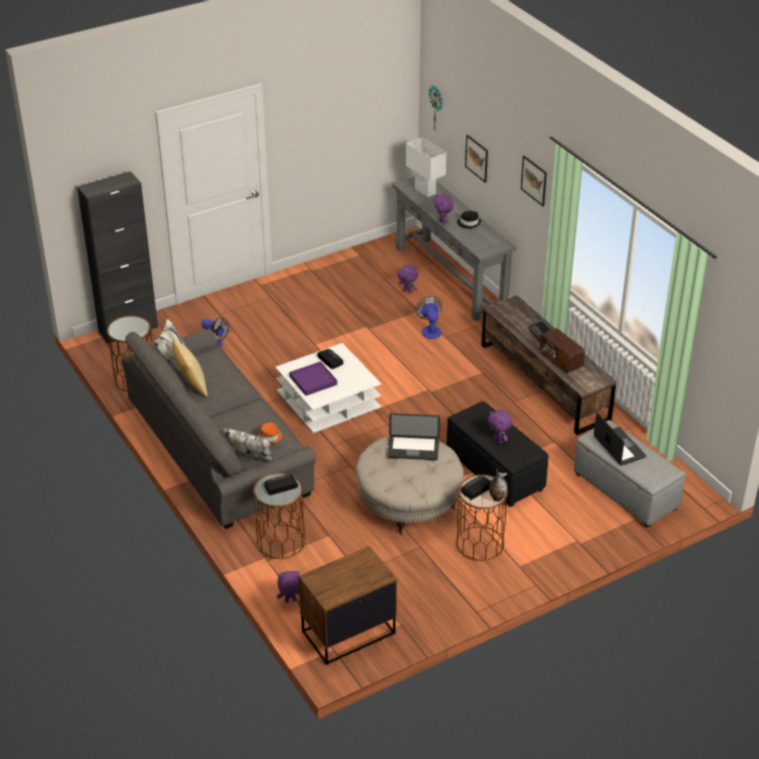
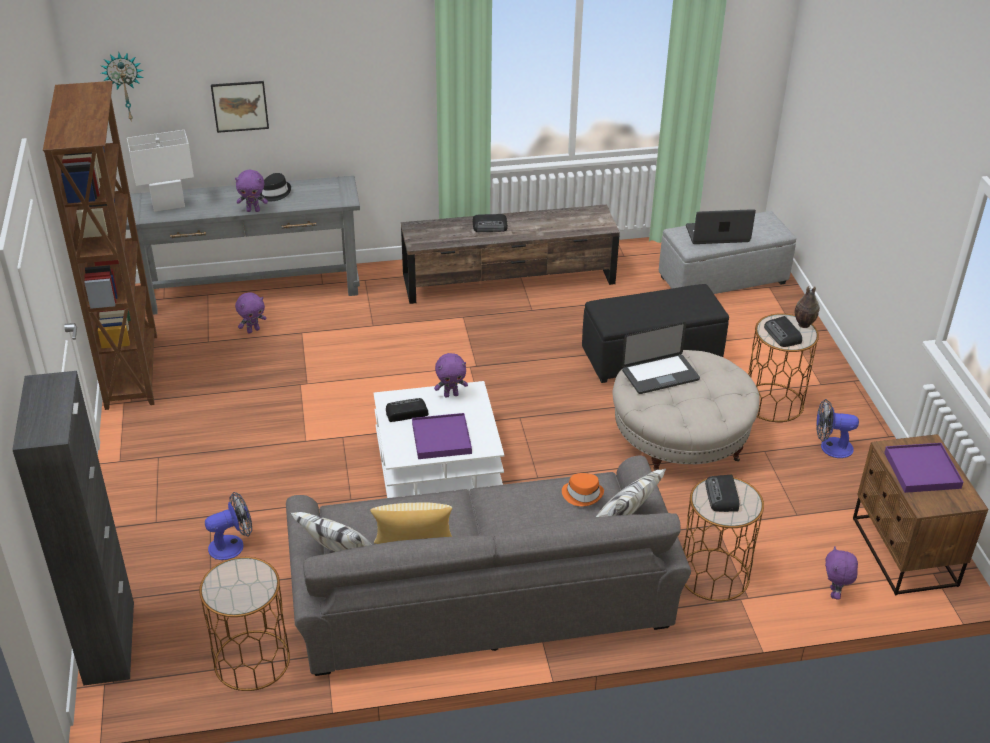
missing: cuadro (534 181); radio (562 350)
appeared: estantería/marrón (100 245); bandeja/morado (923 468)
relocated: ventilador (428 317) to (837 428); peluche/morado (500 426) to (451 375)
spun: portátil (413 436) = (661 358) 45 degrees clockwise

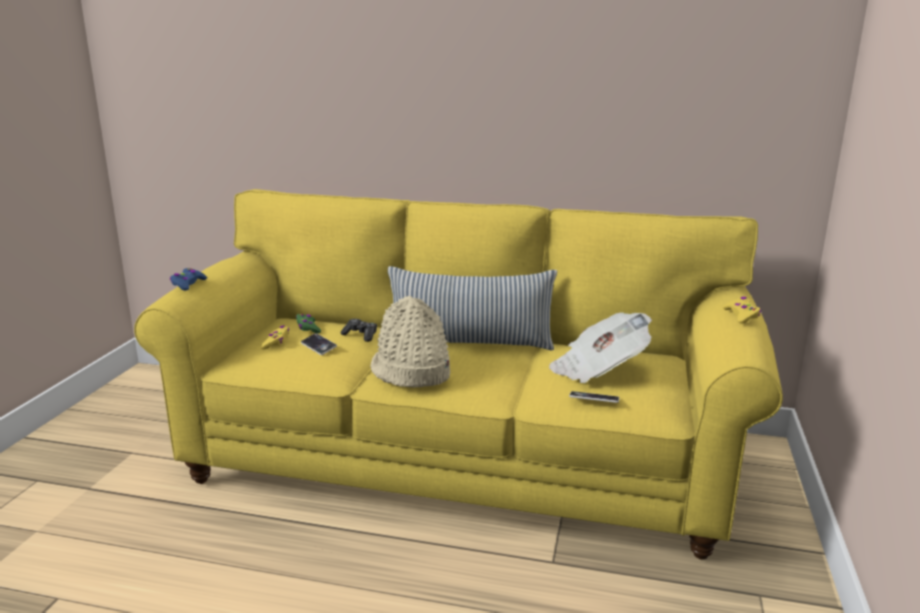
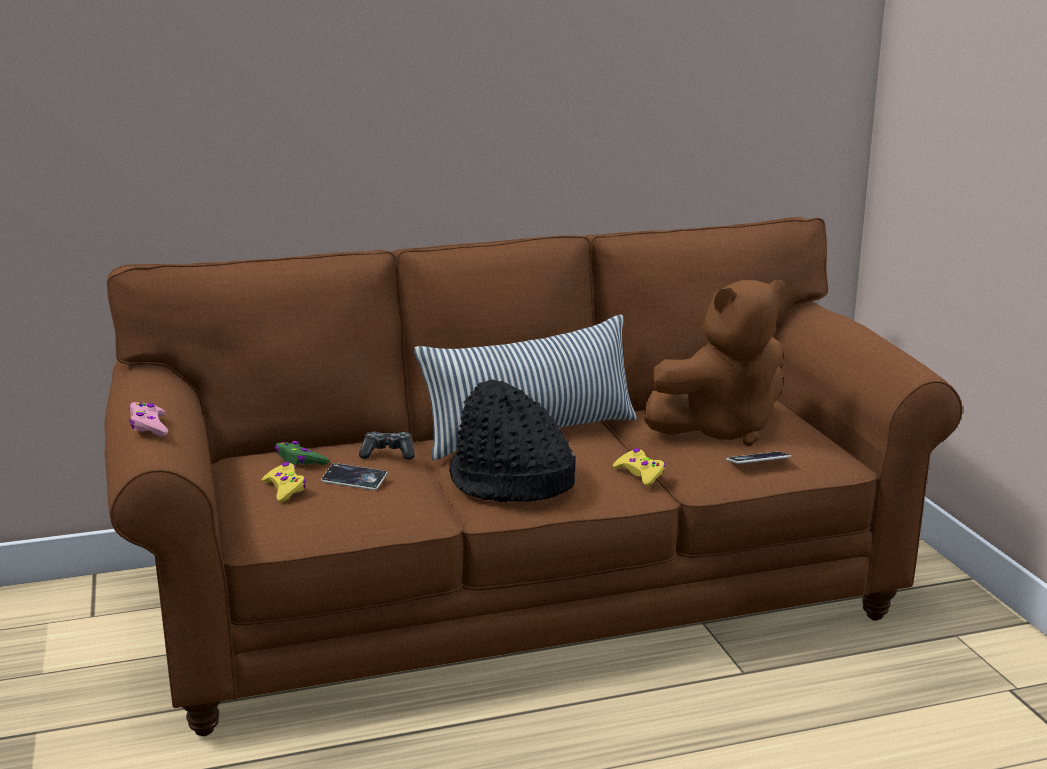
relocated: mando de consola/amarillo (742 310) to (639 467)
exchanged: periódico (600 347) to peluche/marrón (714 363)
colour: sofá/amarillo (458 374) to sofá/marrón (533 476); mando de consola/azul (188 279) to mando de consola/rosa (148 419); sombrero/beis (410 341) to sombrero/negro (512 441)

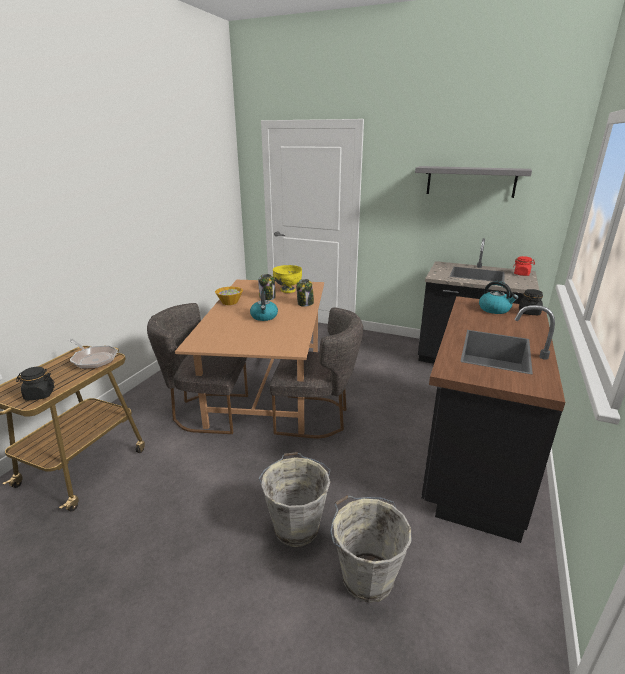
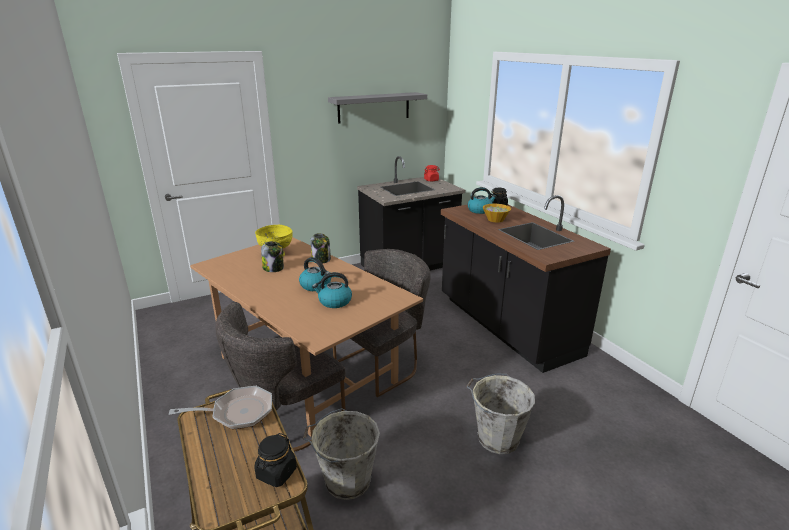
appeared: hervidor (332 290)
relocated: cuenco (229 296) to (497 213); cubo/gris (371 549) to (341 454)

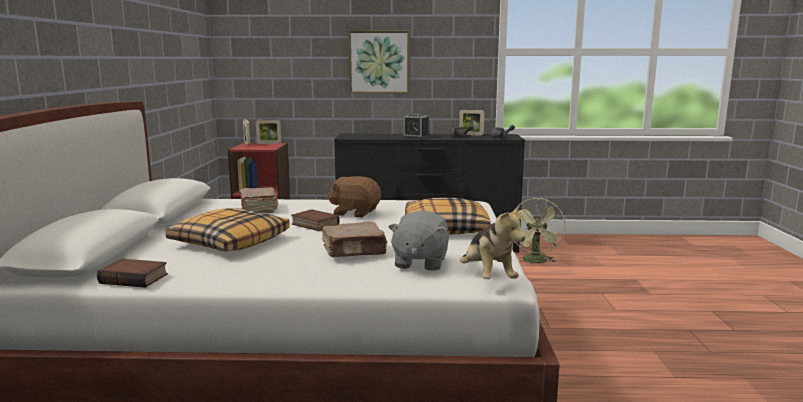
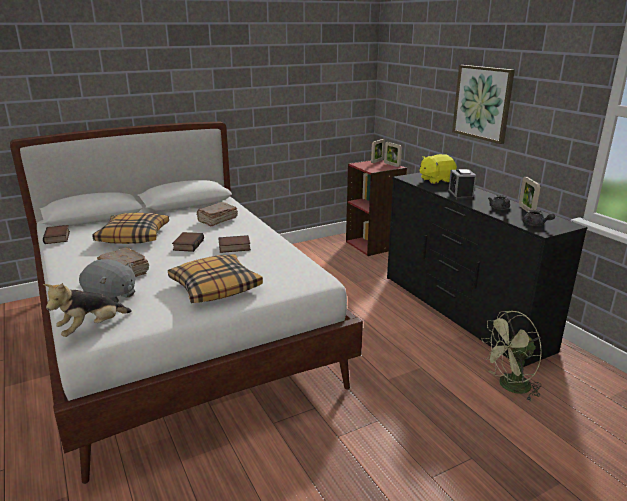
appeared: peluche/amarillo (438 169)
exchanged: peluche/marrón (354 197) to libro (235 244)
spun: peluche/gris (418 240) = (107 281) 135 degrees counterclockwise

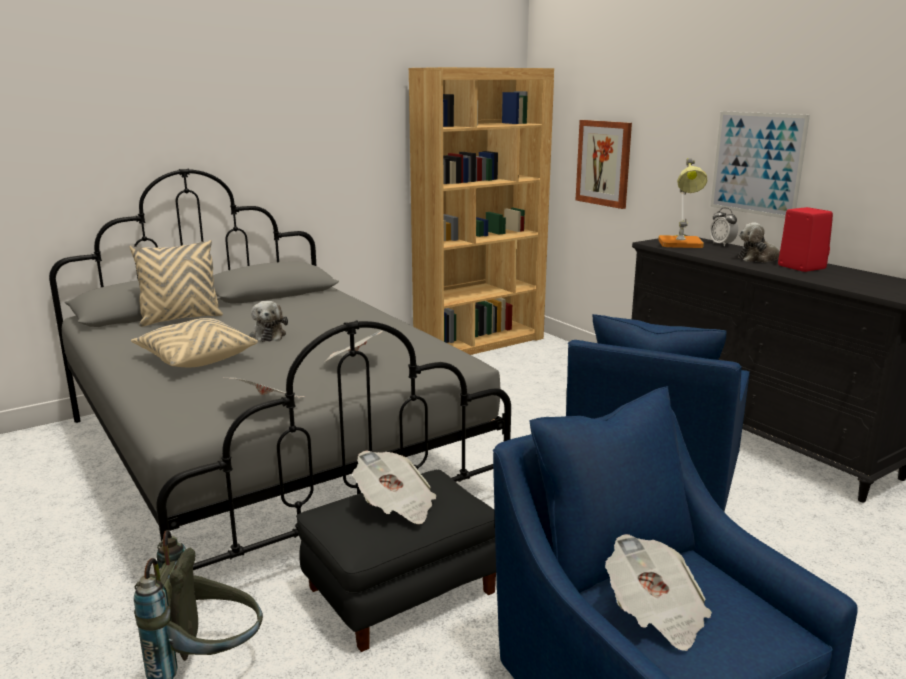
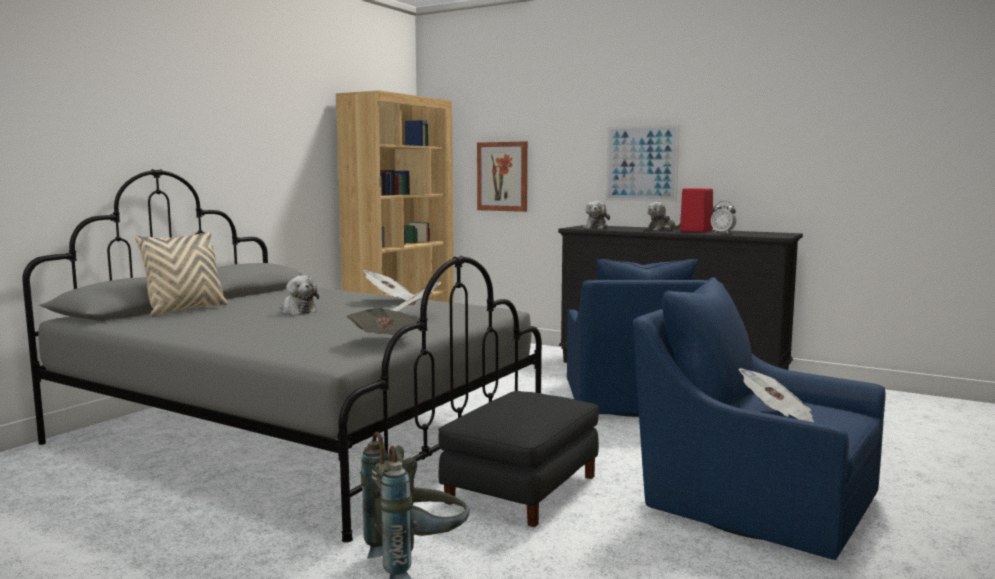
missing: cojín/beis (194 342)
relocated: despertador (724 226) to (724 217); periódico (394 487) to (388 285)
exchanged: lámpara de mesa (682 203) to peluche (596 215)

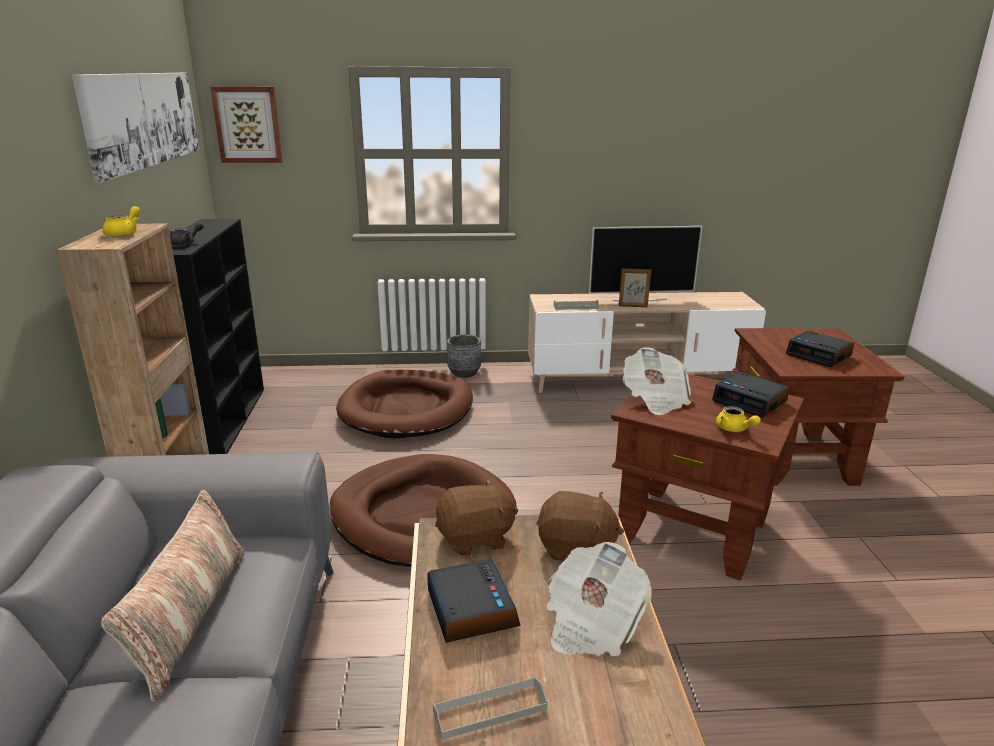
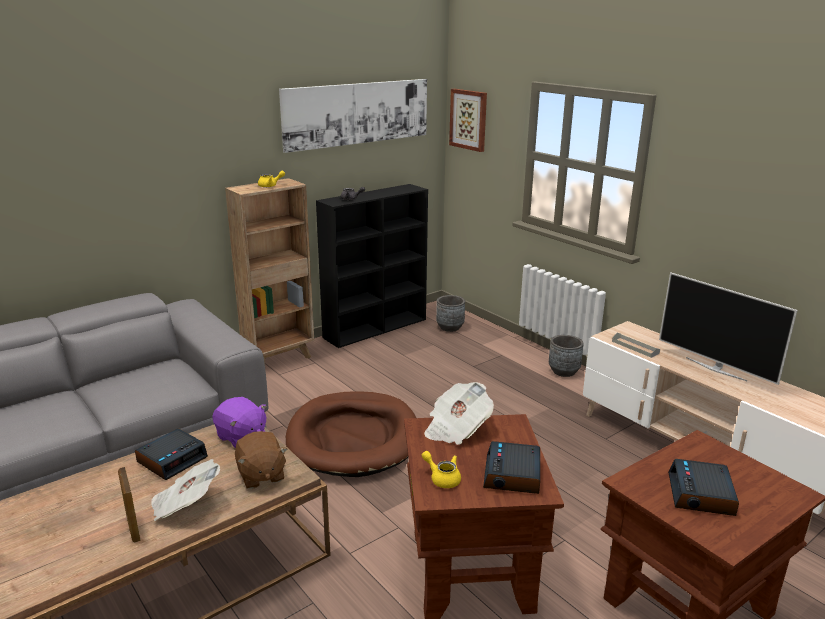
missing: cama para perro/marrón (404 404); cojín (172 595); bandeja/gris (490 708)
appeared: maceta/gris (450 313)
relocated: portarretratos (635 287) to (129 505)
colour: peluche/marrón (476 517) to peluche/morado (239 422)
spun: tetera/amarillo (738 419) = (441 469) 105 degrees clockwise

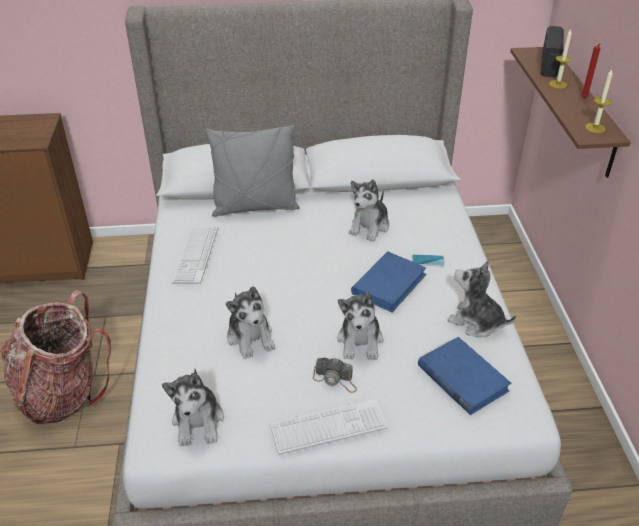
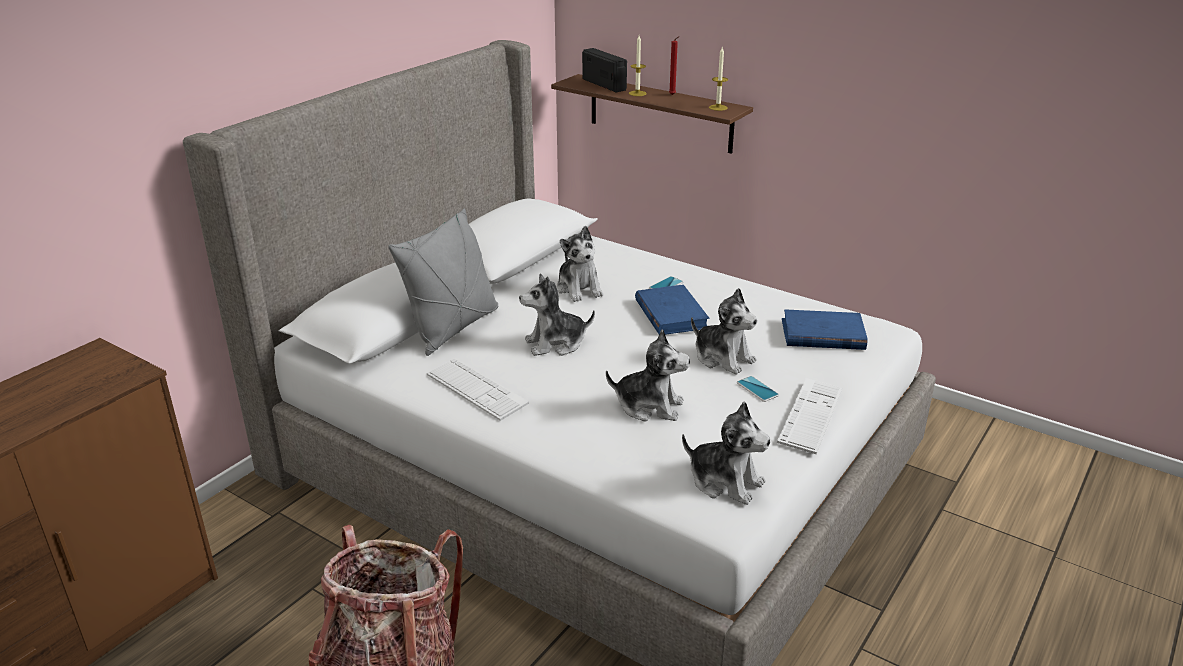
relocated: peluche (482 299) to (557 314)
exchanged: cámara (335 375) to móvil (758 389)

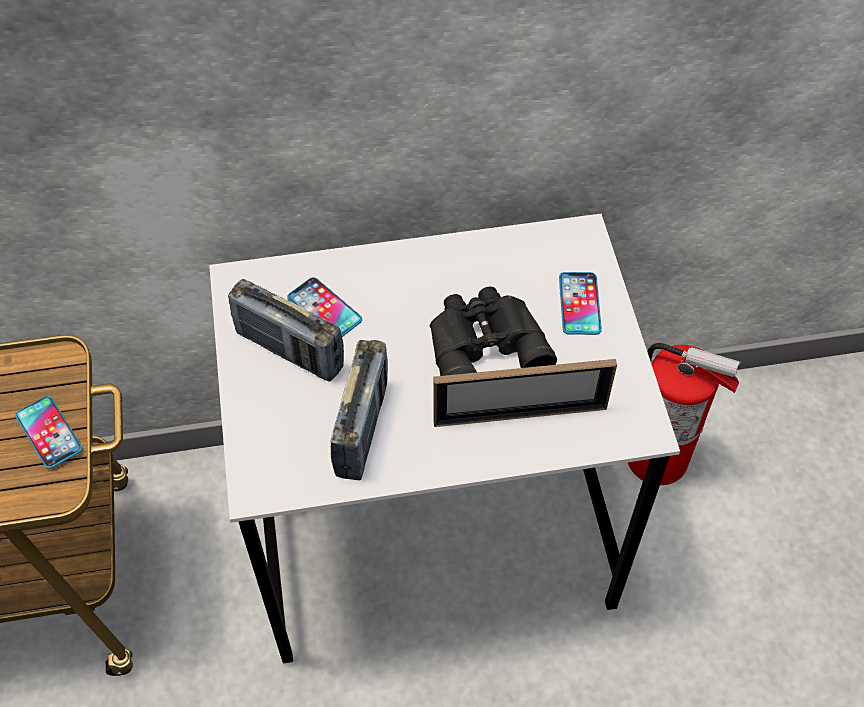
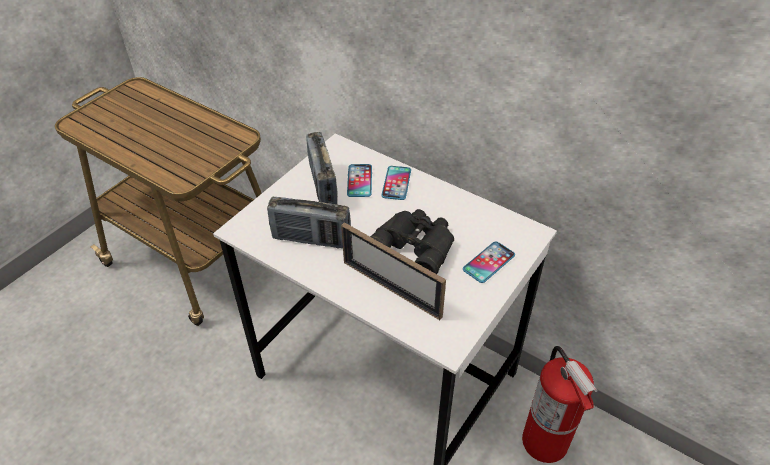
relocated: móvil (49 432) to (396 183)
spun: radio (359 410) = (309 223) 45 degrees clockwise

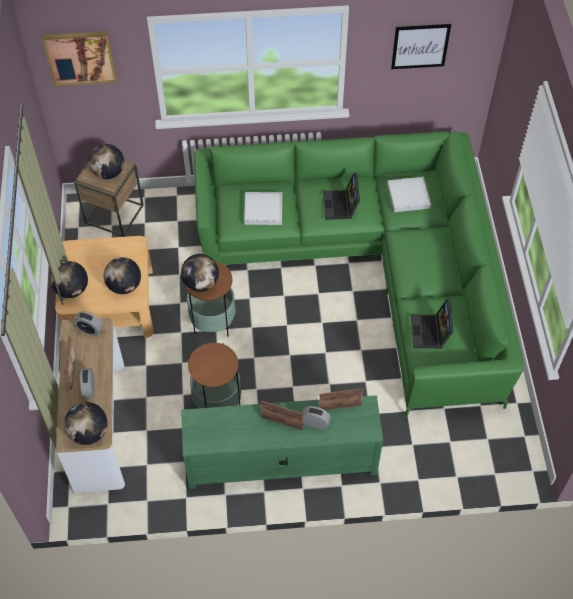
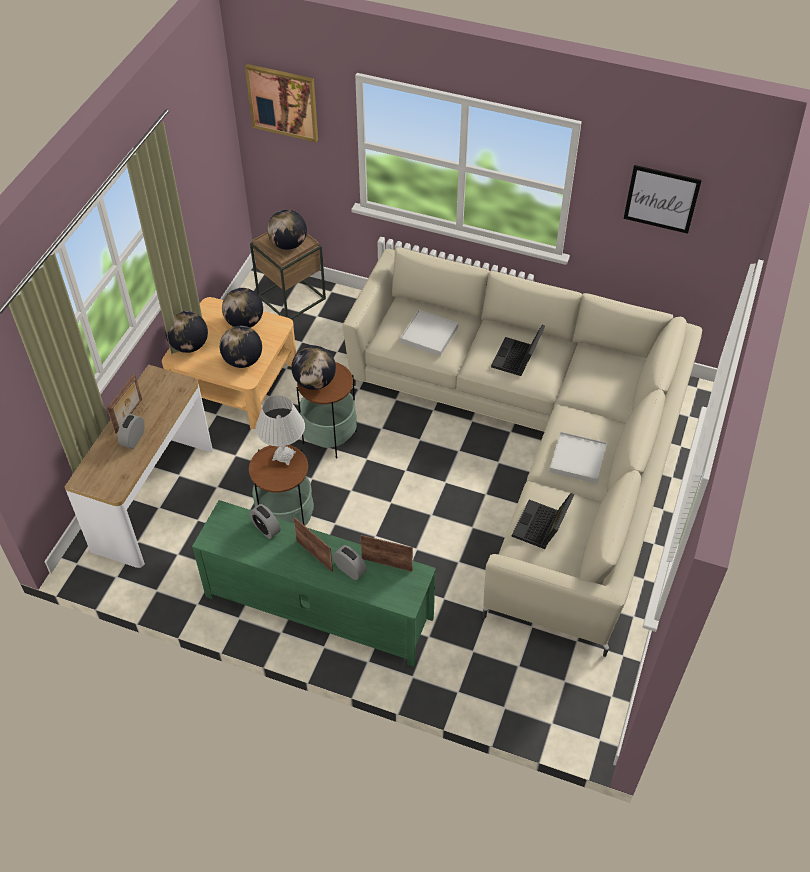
appeared: lámpara de mesa/blanco (280 430)
relocated: bandeja/blanco (409 194) to (578 458); despertador (88 323) to (265 521); globo terráqueo (86 423) to (242 308)
colour: sofá/verde (359 273) to sofá/beis (522 452)

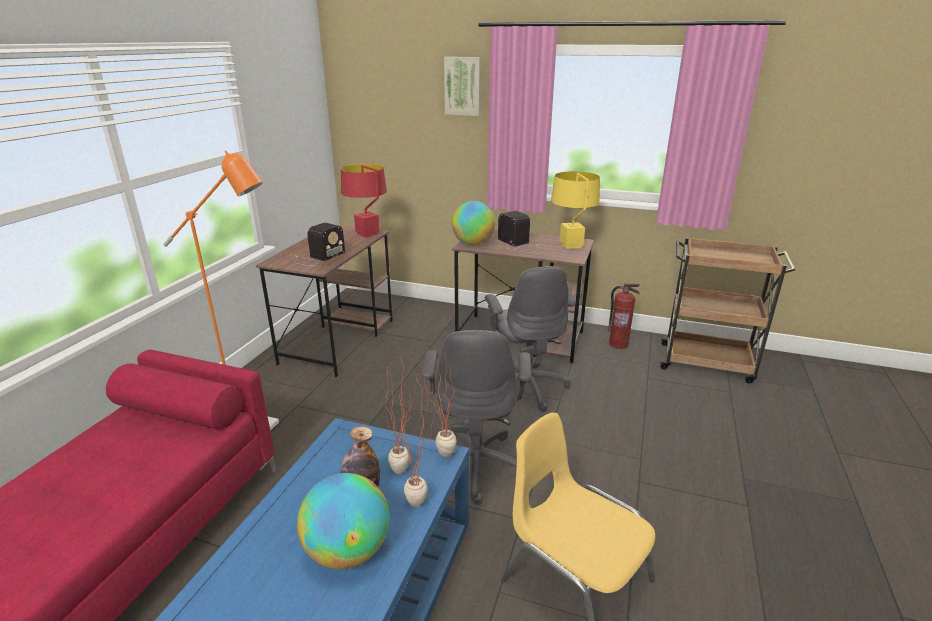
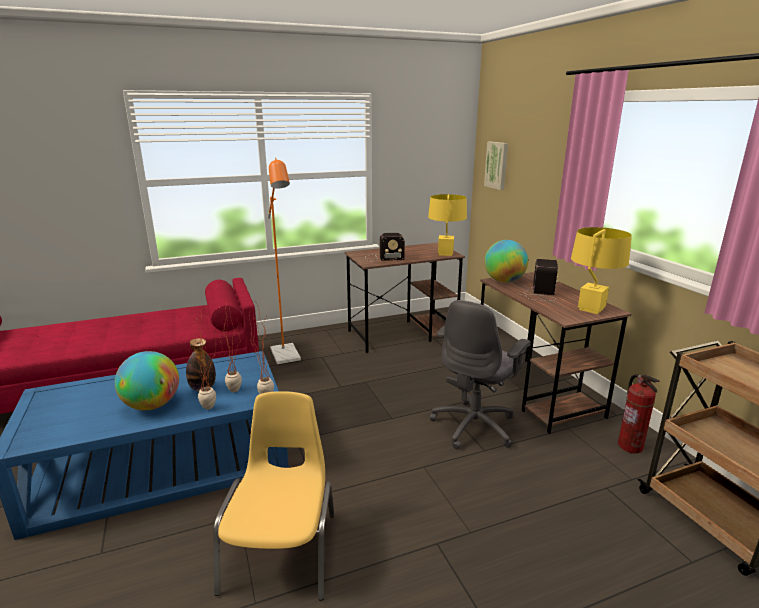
missing: silla de oficina/gris (476 417)
relocated: cuadro (462 86) to (496 166)
colour: lámpara de mesa/rojo (364 200) to lámpara de mesa/amarillo (447 225)

